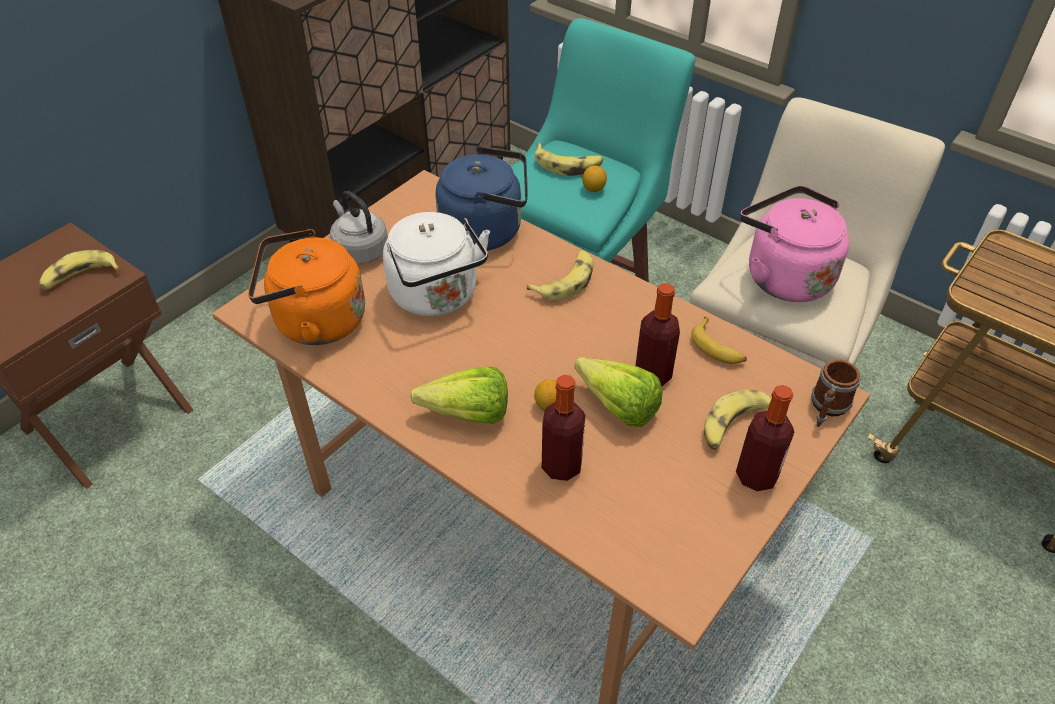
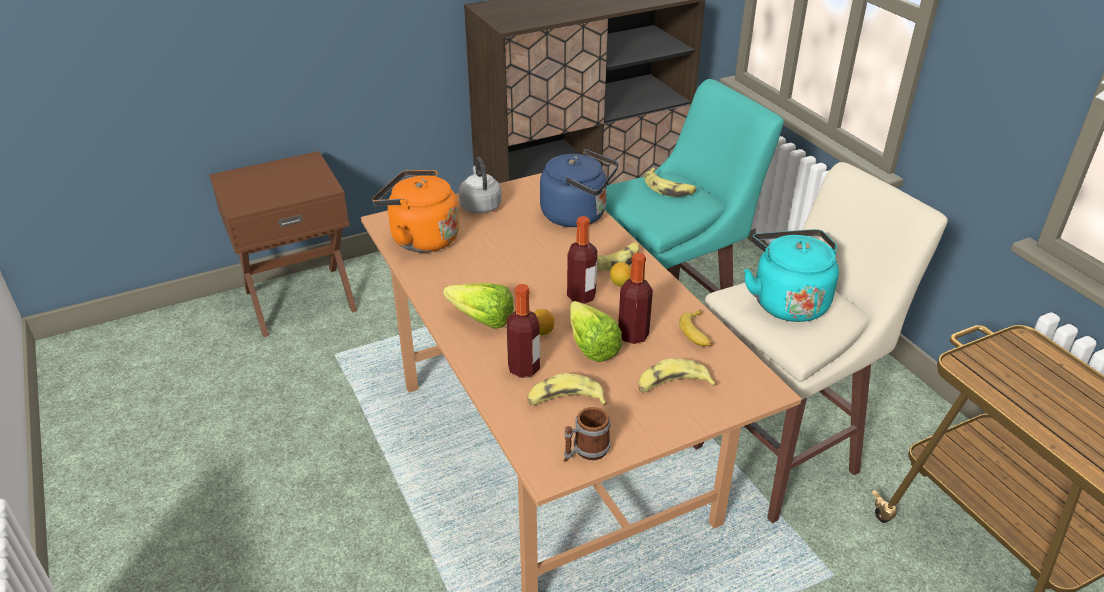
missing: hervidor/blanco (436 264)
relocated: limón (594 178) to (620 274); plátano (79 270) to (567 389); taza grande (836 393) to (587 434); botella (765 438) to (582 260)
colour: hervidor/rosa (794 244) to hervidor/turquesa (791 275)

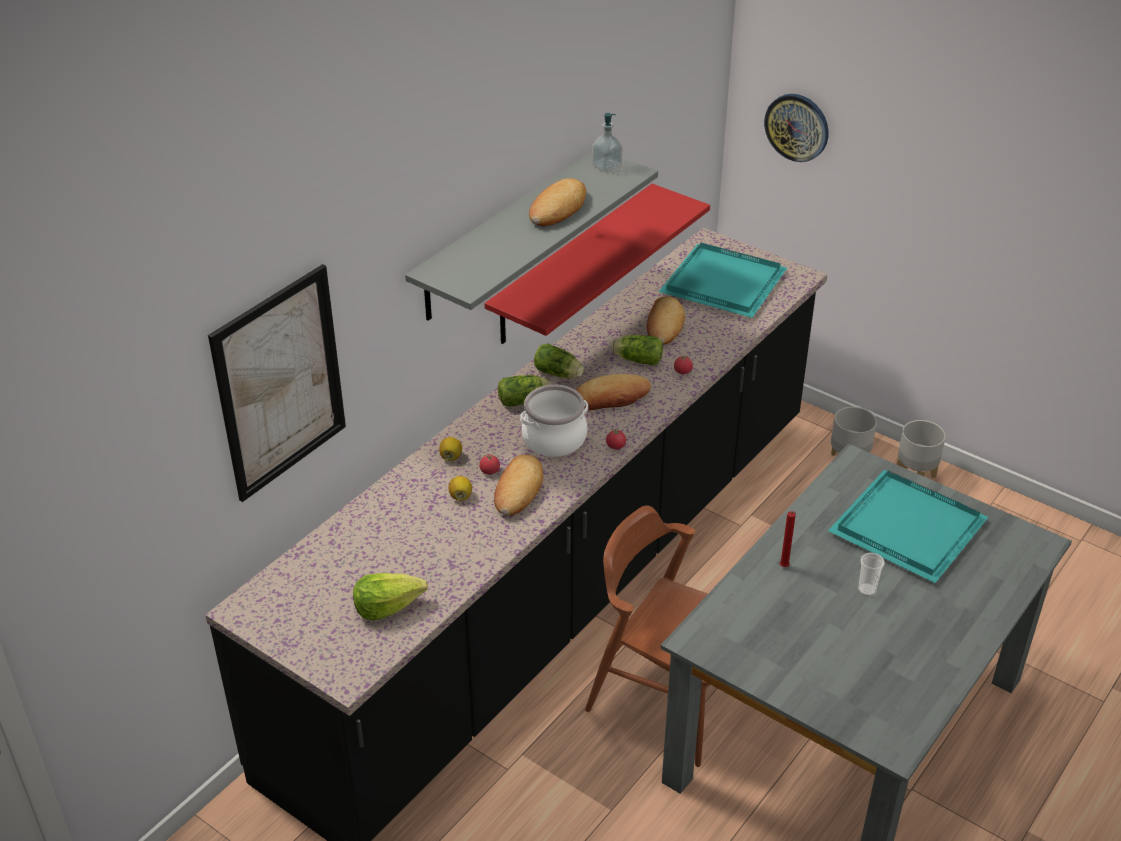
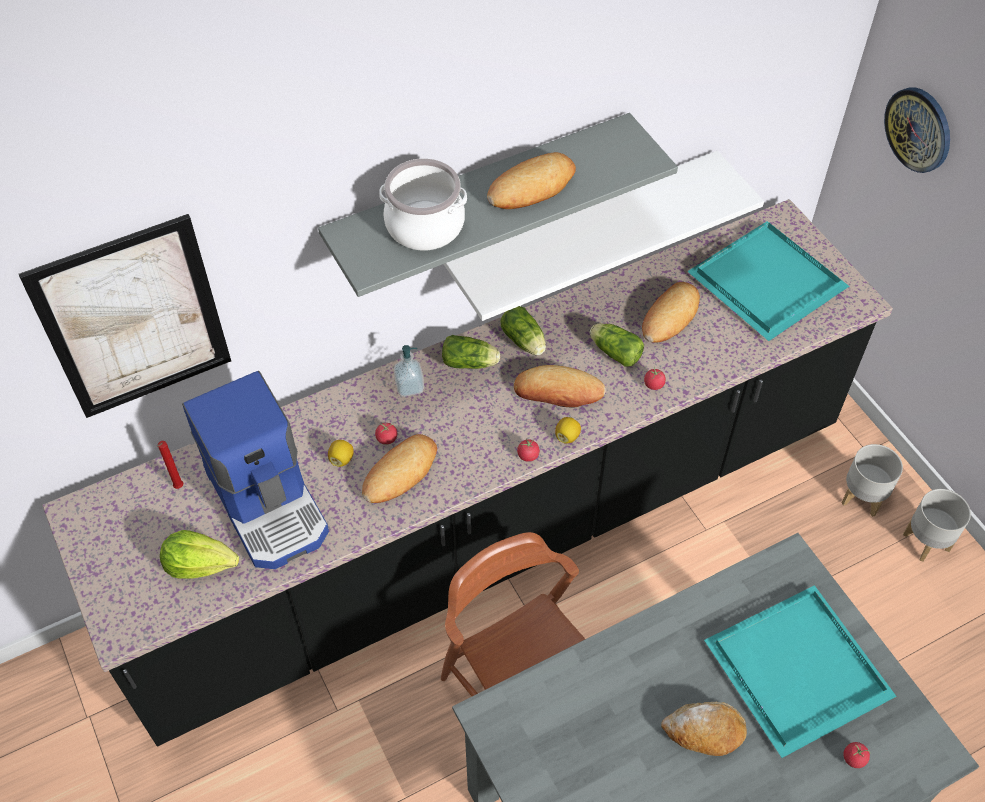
appeared: cafetera (255 470); tomate (856 755)
relocated: dispensador de jabón (607 142) to (409 371); olla (554 421) to (423 204); limón (450 449) to (568 430); vela/rojo (788 539) to (170 465)
exchanged: taza (871 574) to pan (704 728)
colour: estante/rojo (597 264) to estante/blanco (604 236)

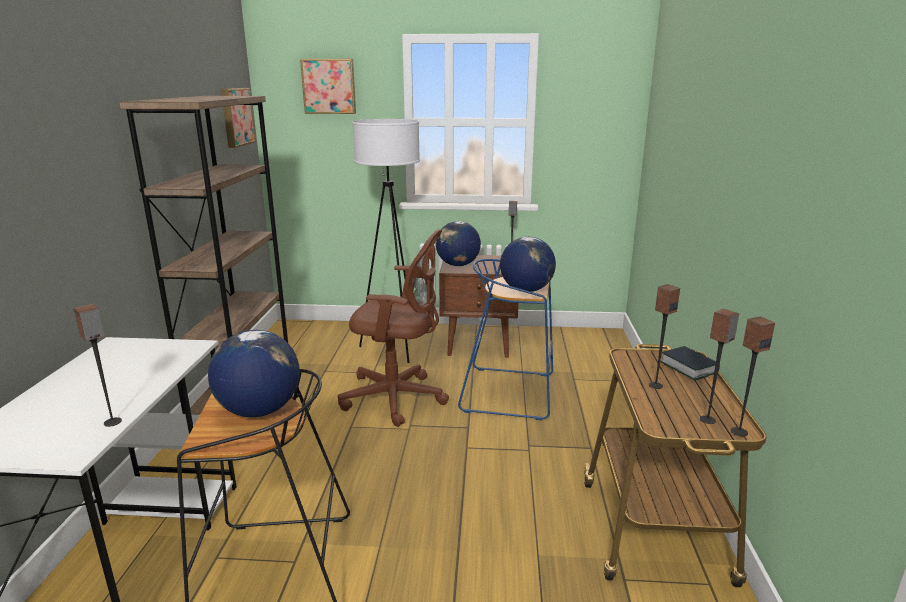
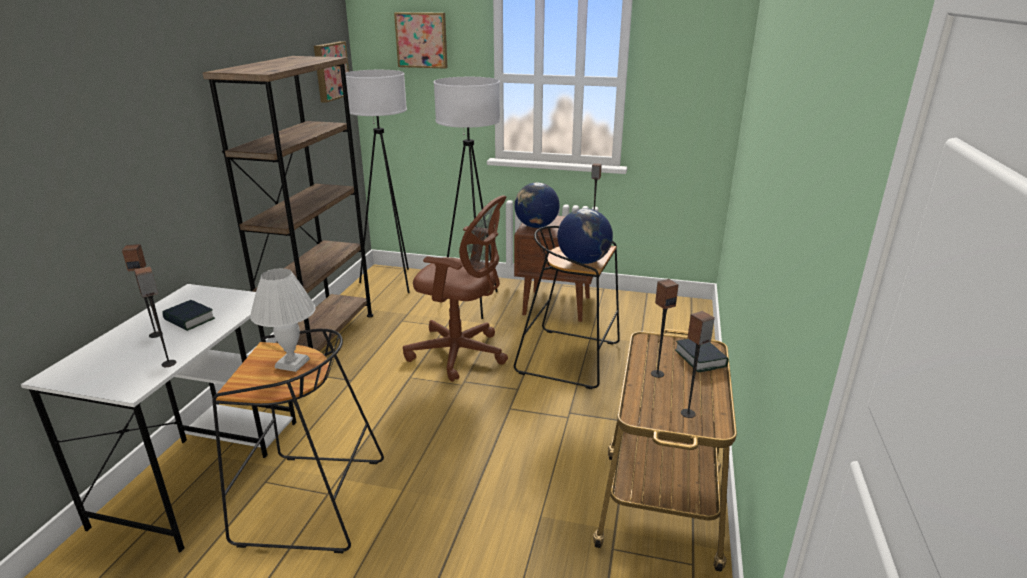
appeared: lámpara de pie/blanco (377 181); libro (188 315)
relocated: altavoz (753 376) to (142 291)
exchanged: globo terráqueo (254 373) to lámpara de mesa/blanco (283 320)
colour: taburete/azul (505 339) to taburete/negro (567 307)

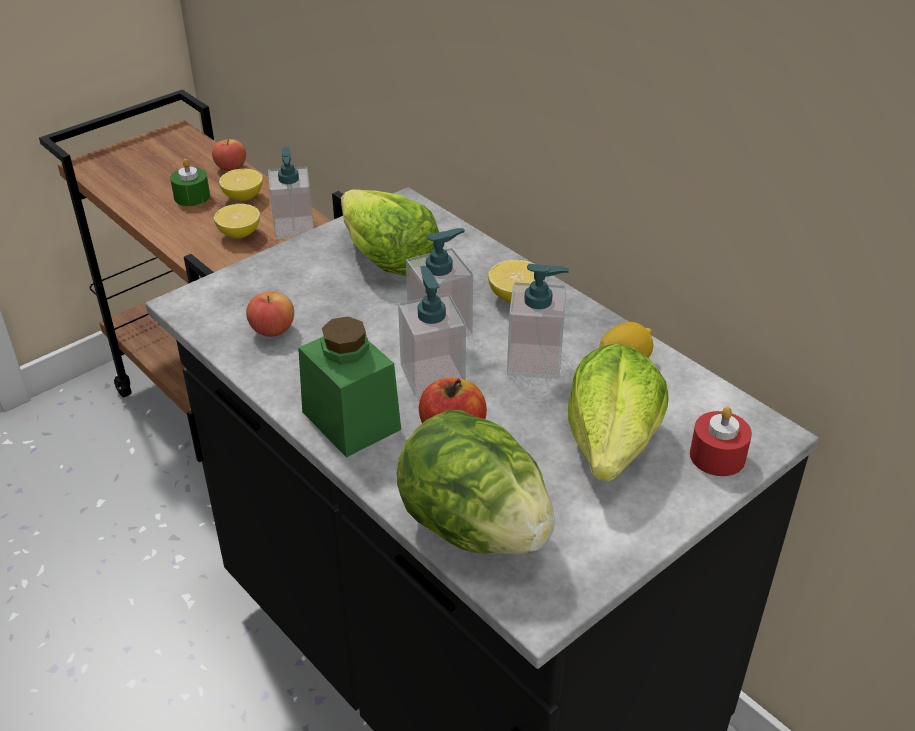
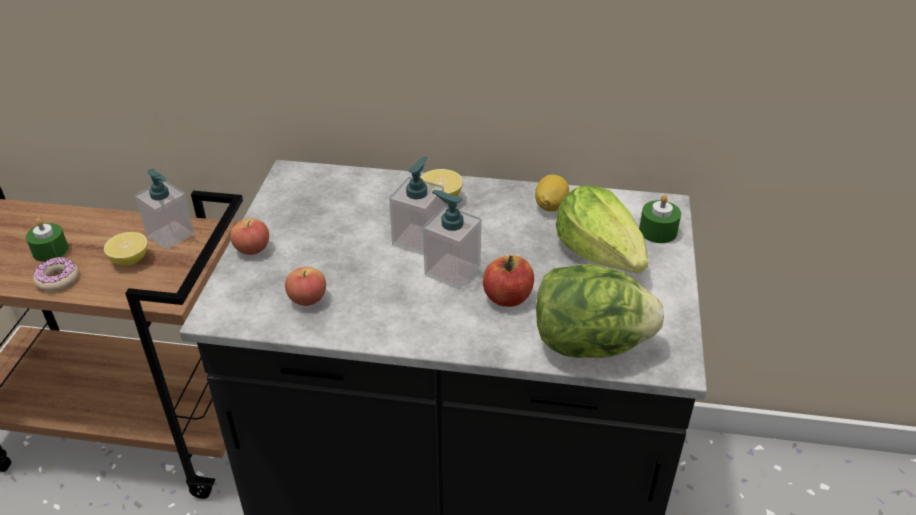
missing: limón (241 185); lechuga (390 232); dispensador de jabón (538 321); tarro/verde (349 387)
appeared: rosquilla (56 274)
relocated: manzana (229 155) to (249 236)
colour: vela/rojo (721 441) to vela/verde (660 218)

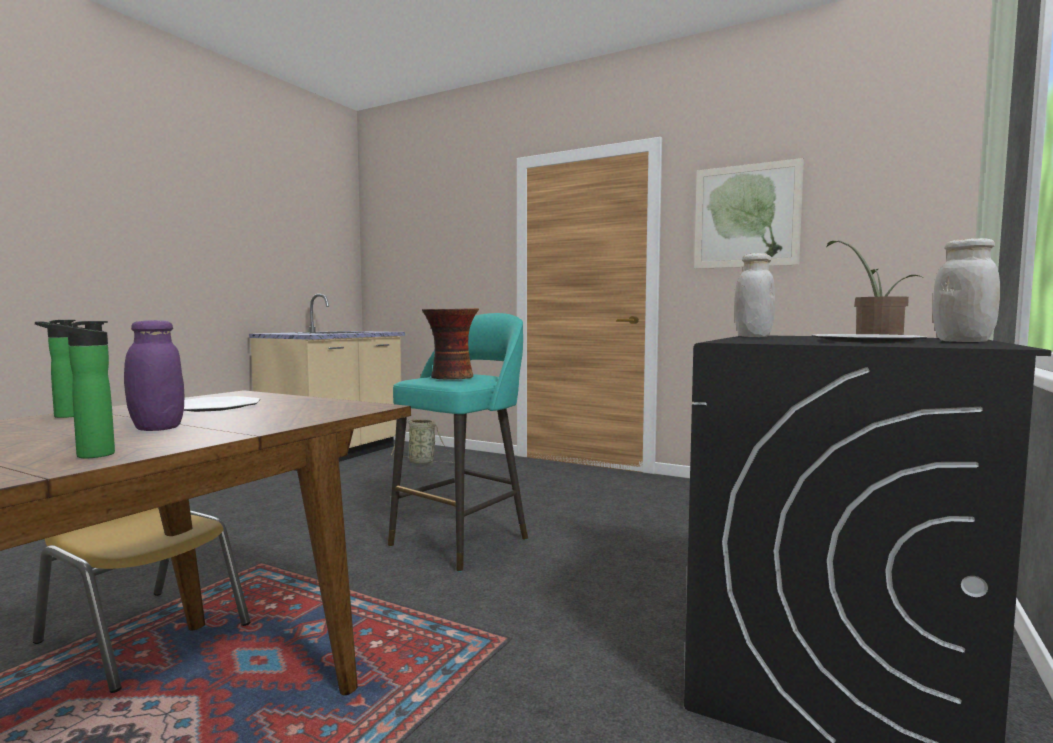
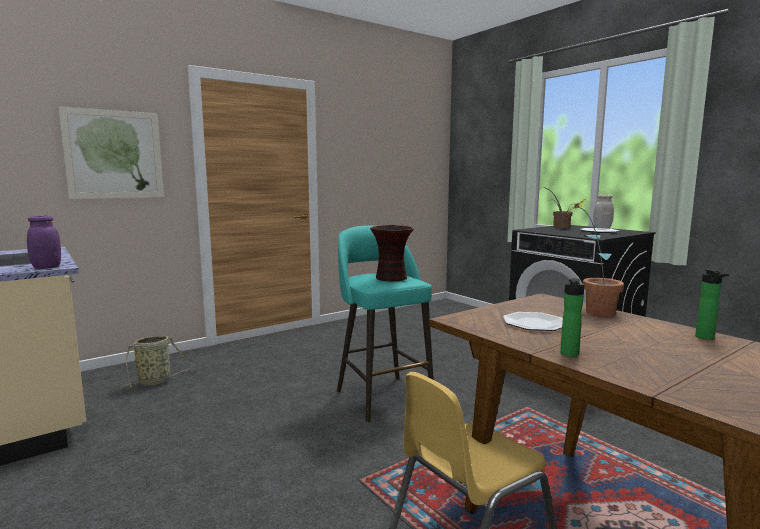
missing: tarro/blanco (754 295)
appeared: planta en maceta (595 256)
relocated: cuadro (749 213) to (111 152); tarro/morado (154 375) to (44 242)

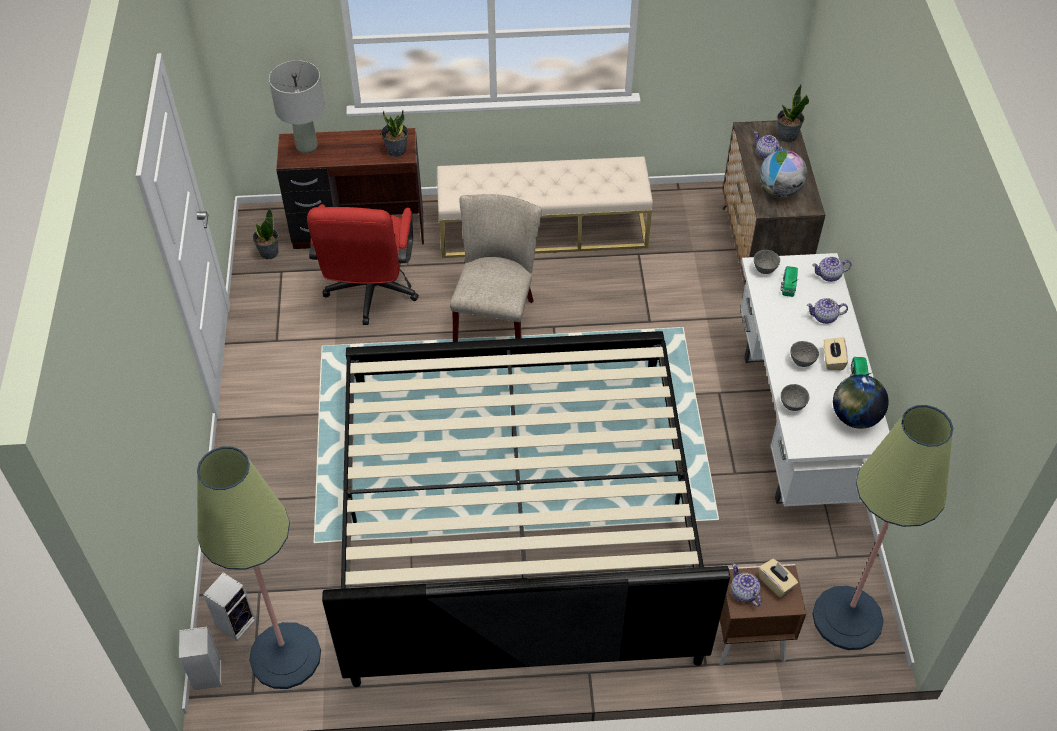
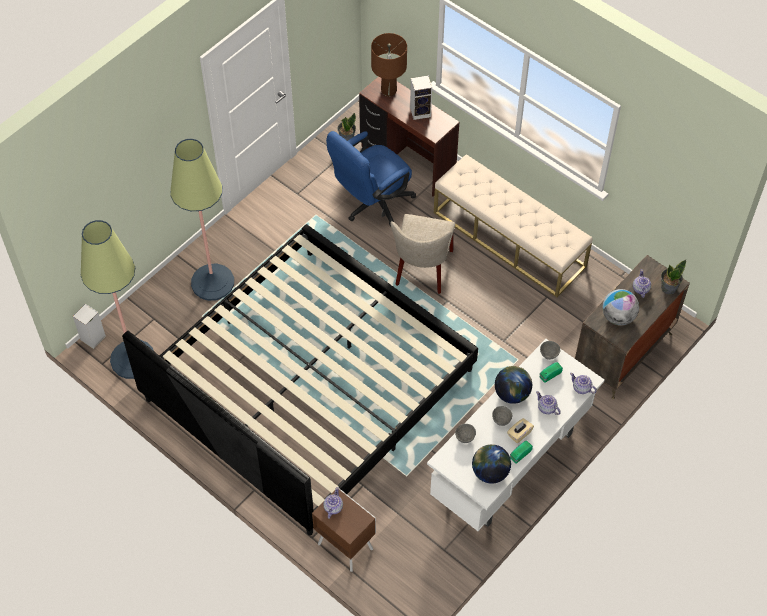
missing: planta en maceta (394 133); caja de pañuelos/beis (778 578)
appeared: globo terráqueo (513 385)
relocated: lámpara de pie (882 527) to (202 220); altavoz (229 606) to (421 97)
colour: lámpara de mesa/gris (297 107) to lámpara de mesa/marrón (389 65); silla de oficina/rojo (363 264) to silla de oficina/azul (371 179)
spun: silla/beis (496 268) = (422 254) 135 degrees clockwise

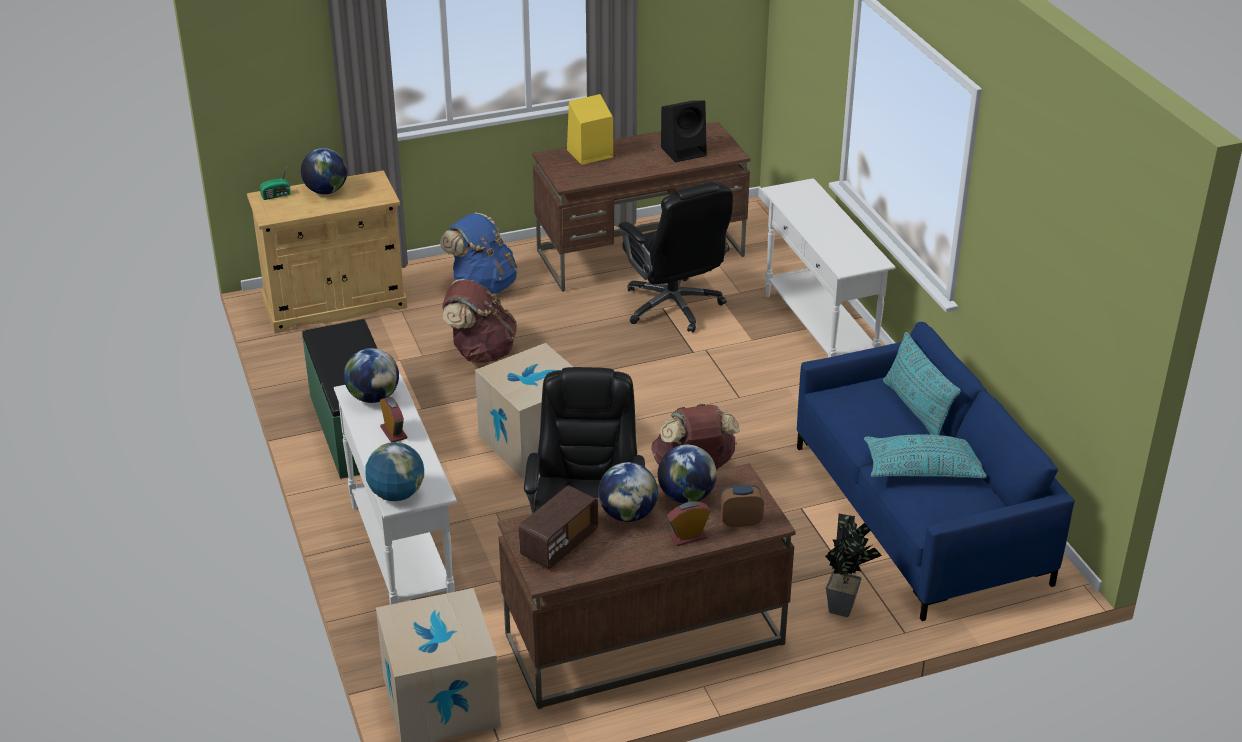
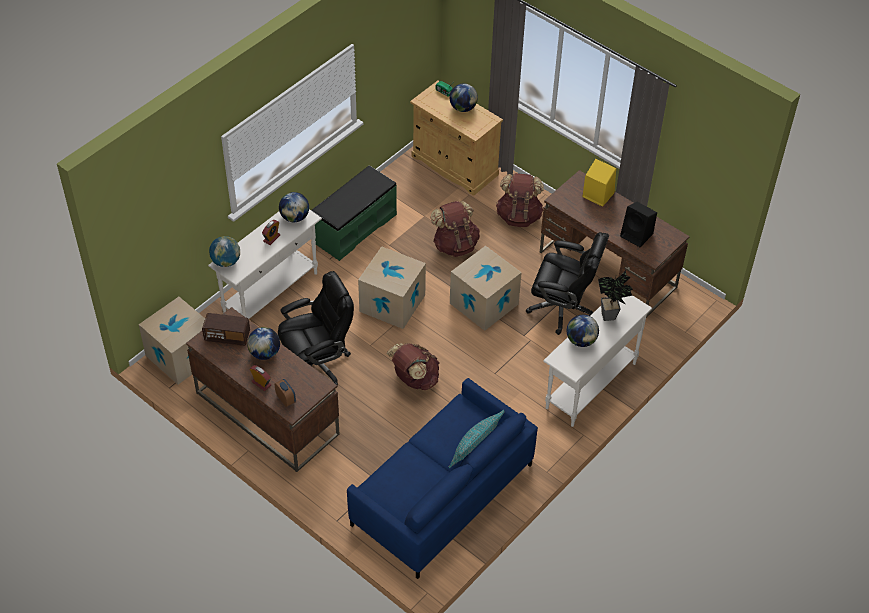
missing: cojín/turquesa (925 456)
appeared: caja de cartón (486 288)
relocated: globo terráqueo (687 474) to (583 331); planta en maceta (853 565) to (615 295)
colour: mochila/azul (478 253) to mochila/marrón (520 200)
spun: silla de oficina/negro (676 257) = (567 283) 105 degrees counterclockwise

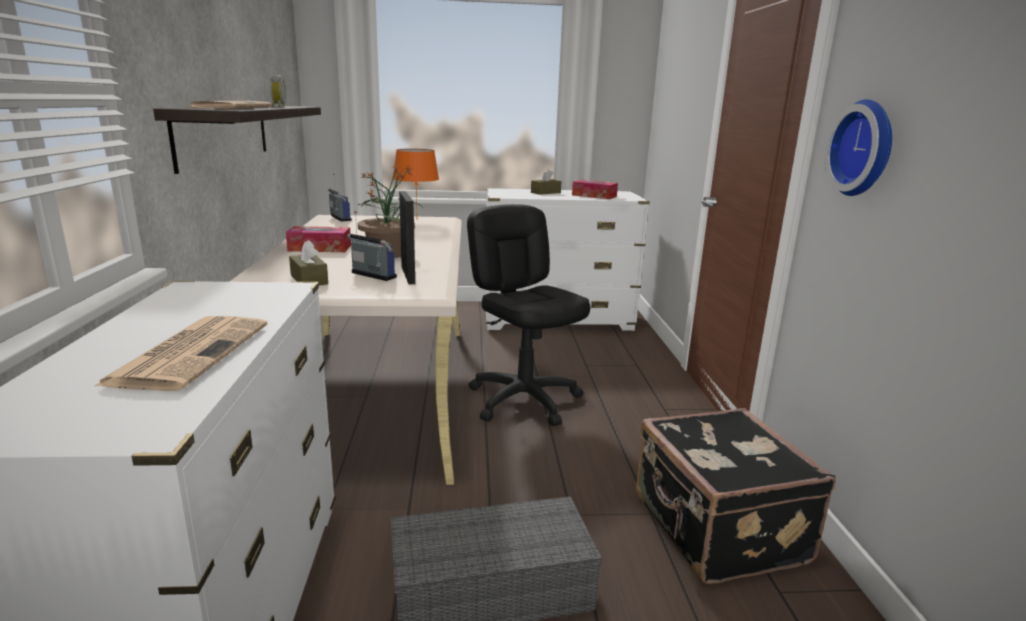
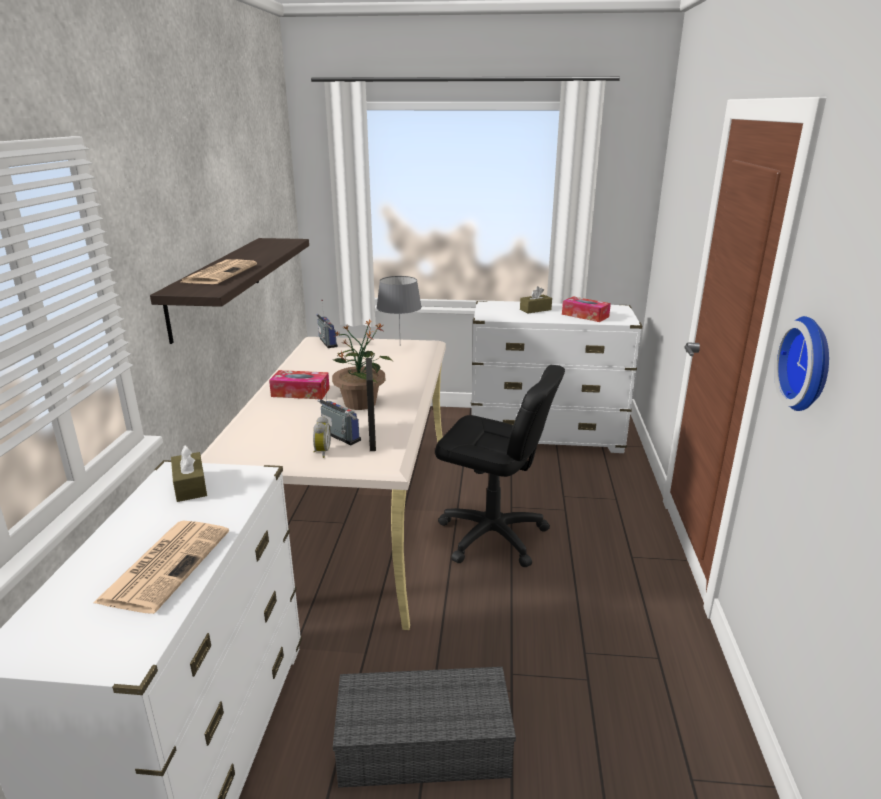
missing: maleta/negro (736 496)
relocated: despertador (278 91) to (322 437); caja de pañuelos/marrón (308 262) to (189 473)
colour: lámpara de mesa/naranja (416 181) to lámpara de mesa/gris (399 304)
spun: silla de oficina/negro (528 315) = (500 466) 135 degrees clockwise

